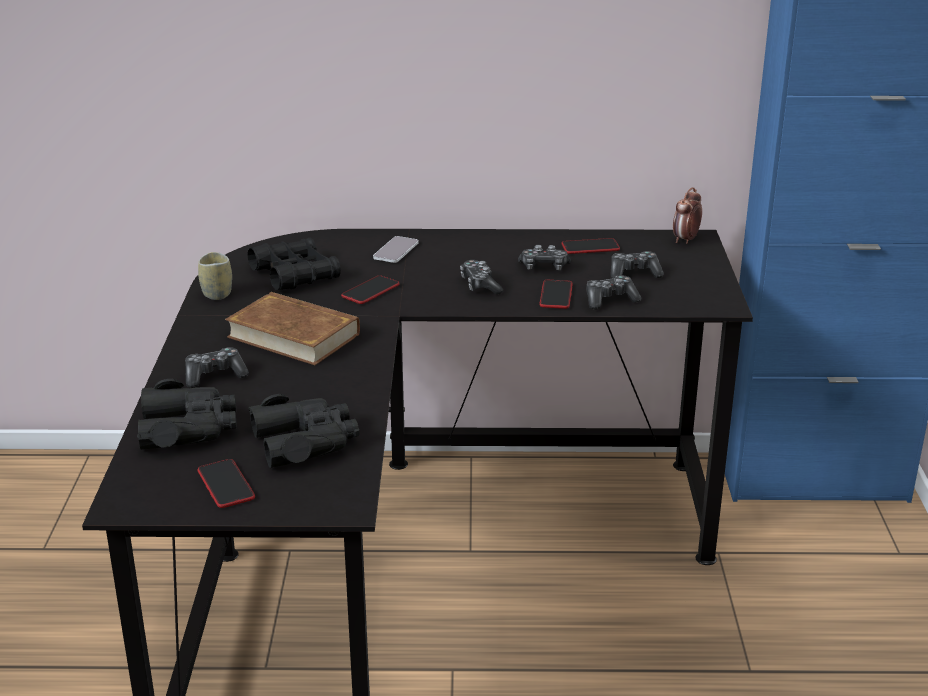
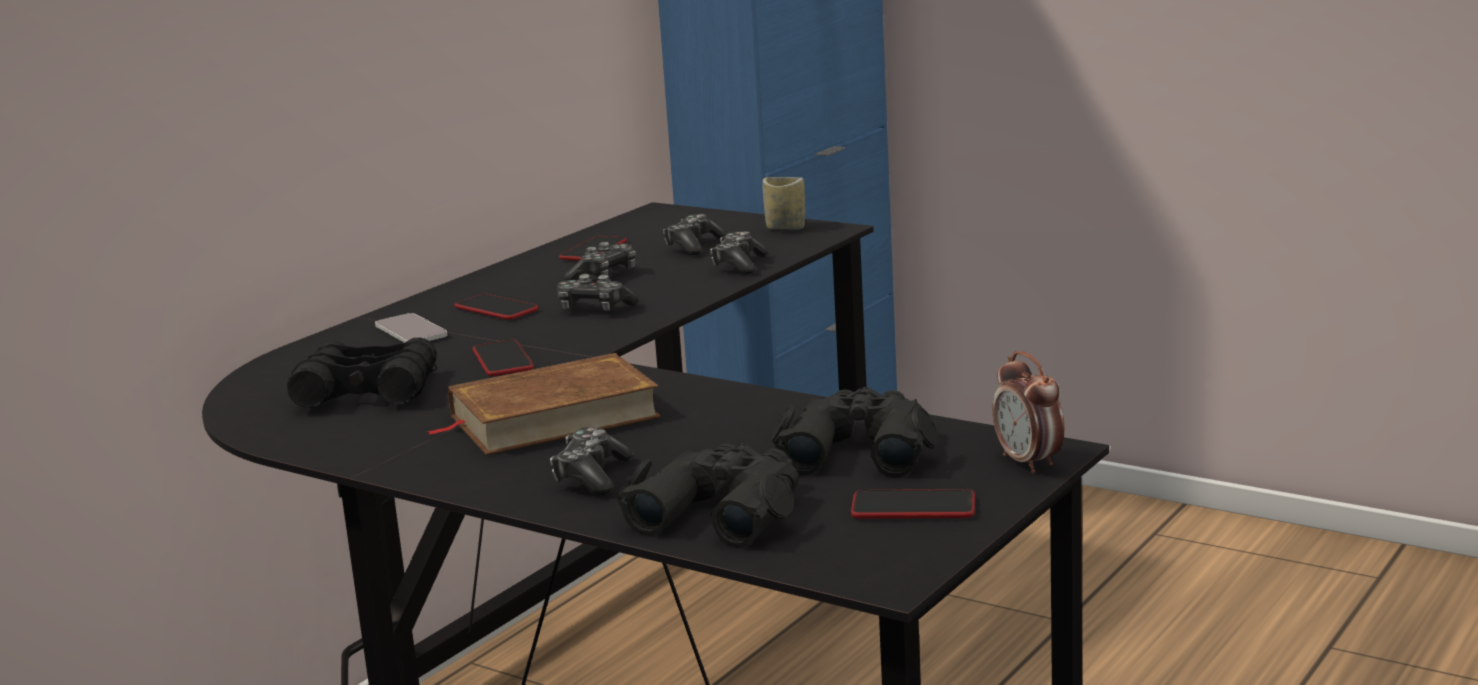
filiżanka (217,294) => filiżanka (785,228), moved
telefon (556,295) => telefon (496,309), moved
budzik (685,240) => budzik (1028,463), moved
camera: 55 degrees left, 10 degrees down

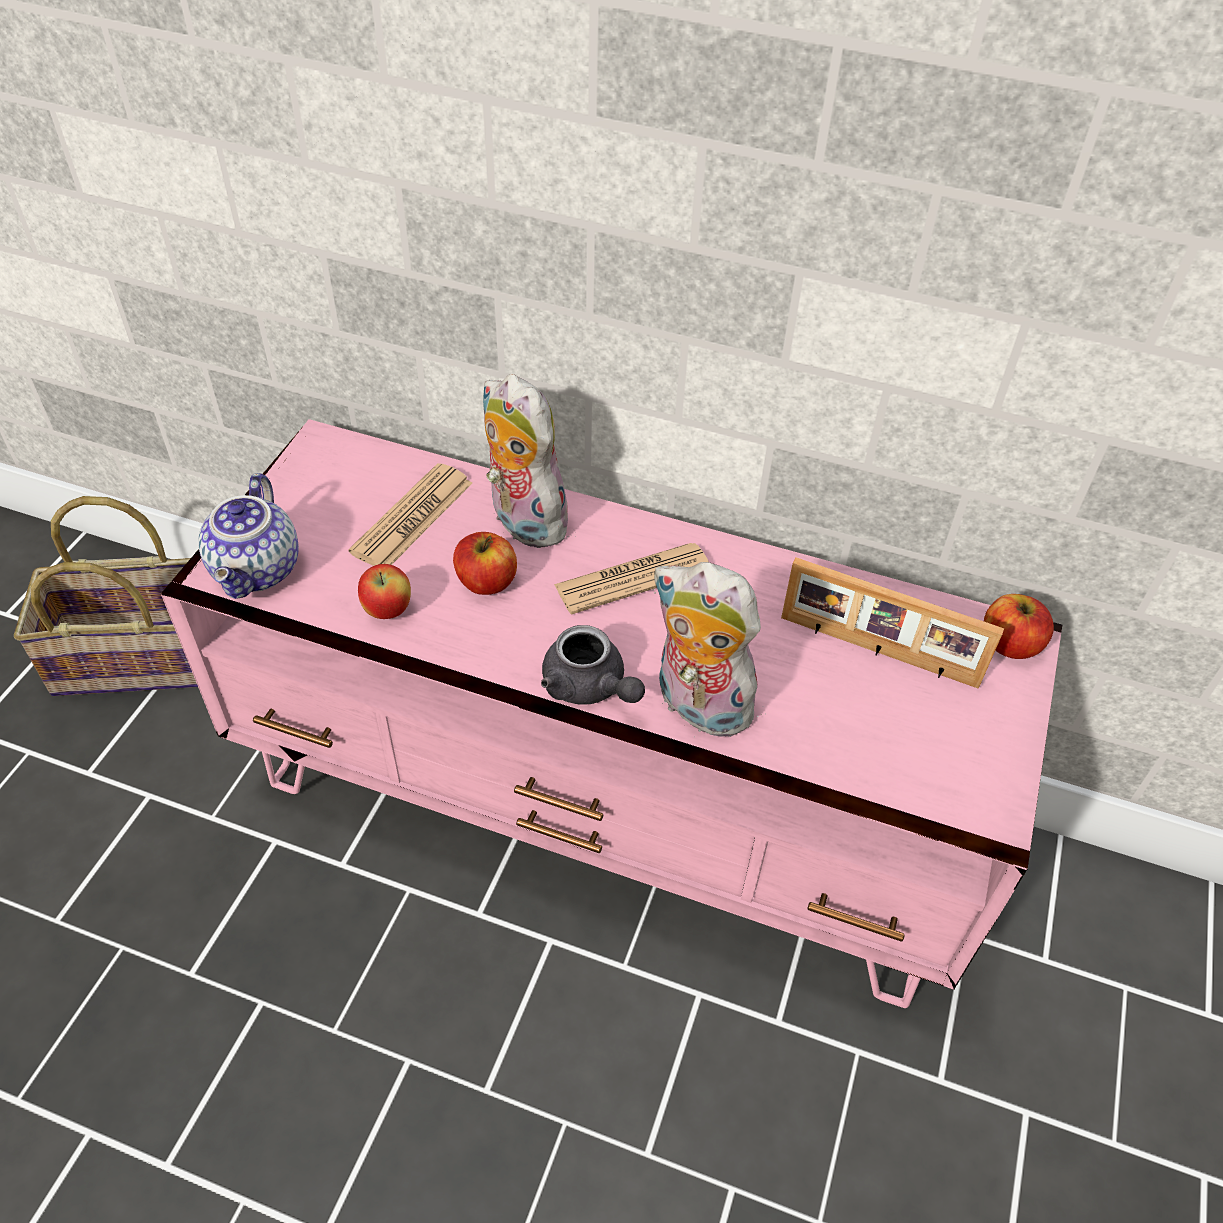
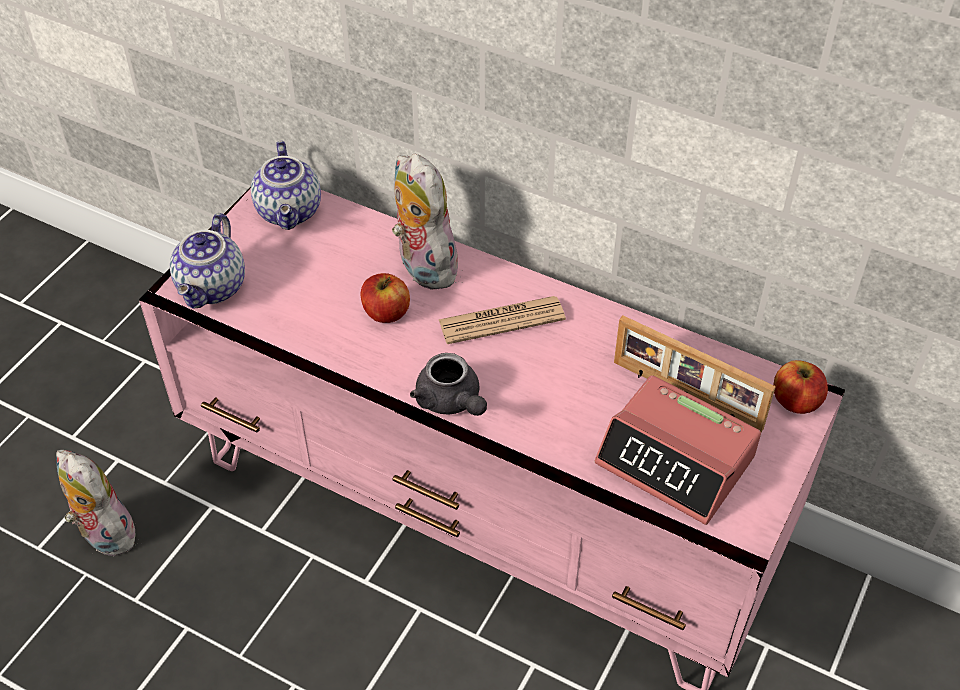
koszyk (141,656) => nothing
gazeta (412,517) => nothing
jabłko (388,610) => nothing
nothing => imbryk (291,212)
nothing => budzik (676,460)
pluszak (697,706) => pluszak (103,534), moved
camera: 10 degrees right, 0 degrees up

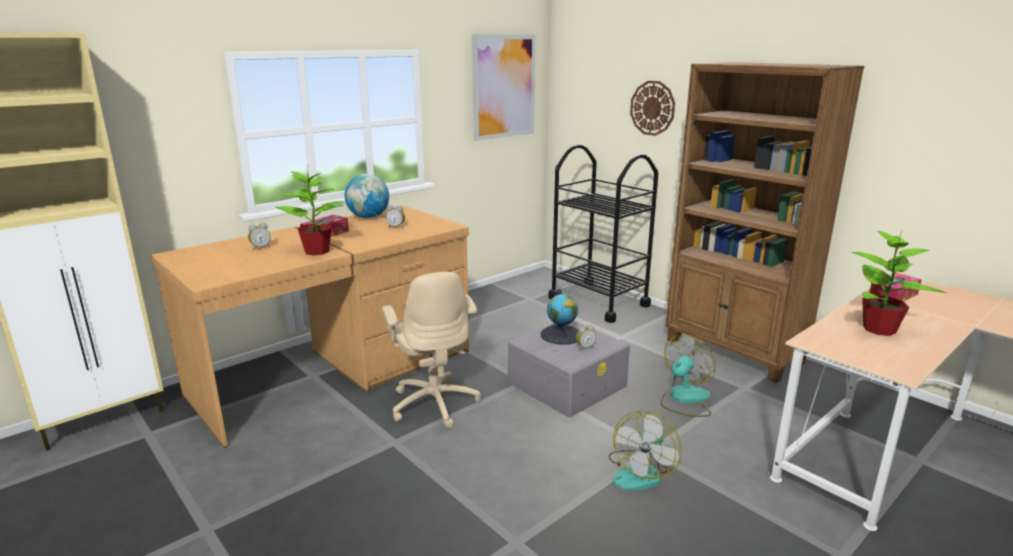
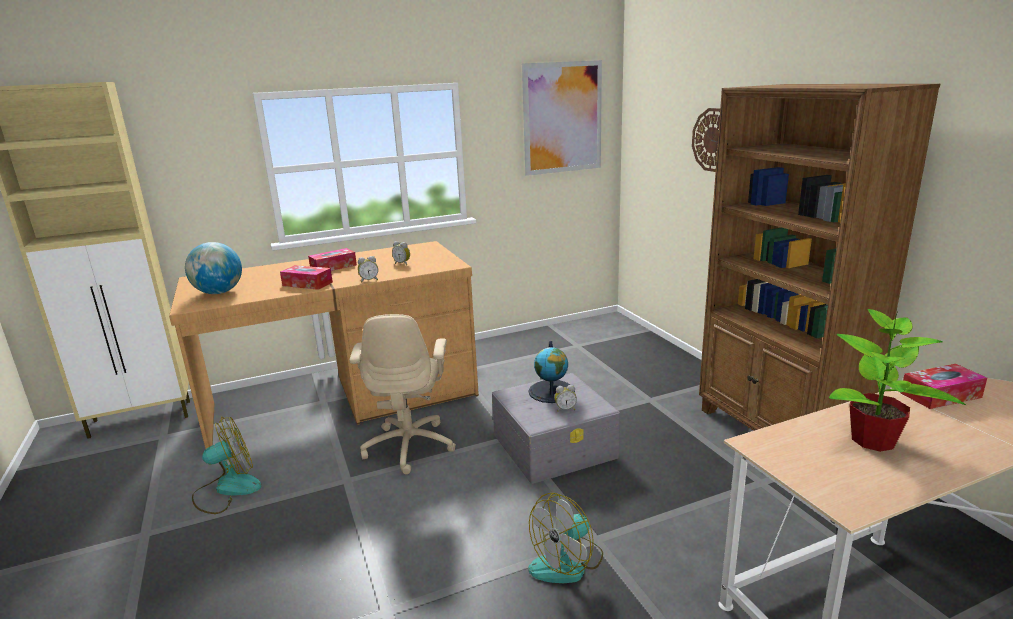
wózek (czarny) (598,302) => nothing
budzik (260,248) => budzik (369,280), moved
globus (368,217) => globus (219,293), moved
wentylator (684,399) => wentylator (227,489), moved
roślina doniczkowa (317,251) => pudełko chusteczek (307,284)
camera: 20 degrees right, 0 degrees up

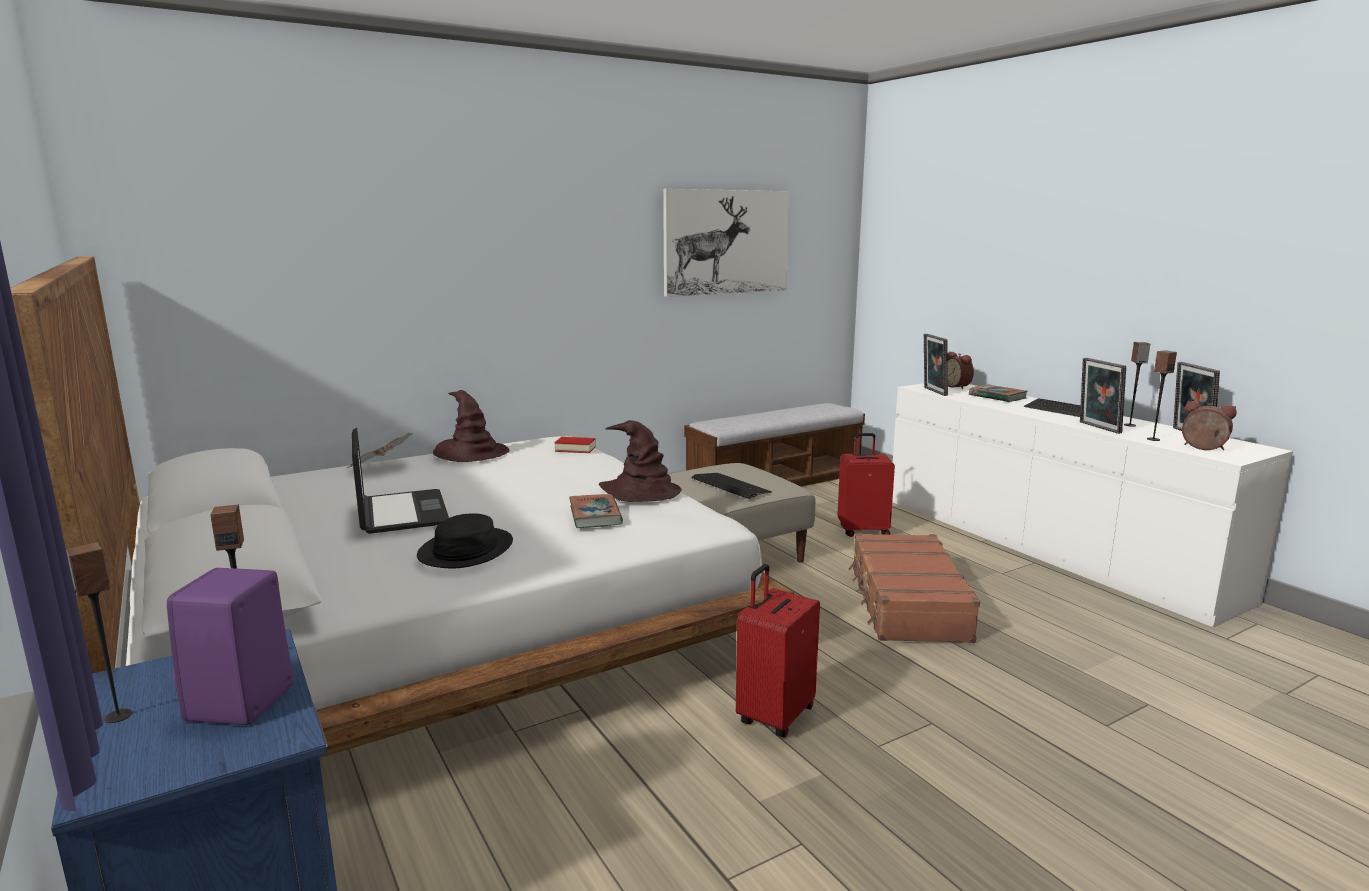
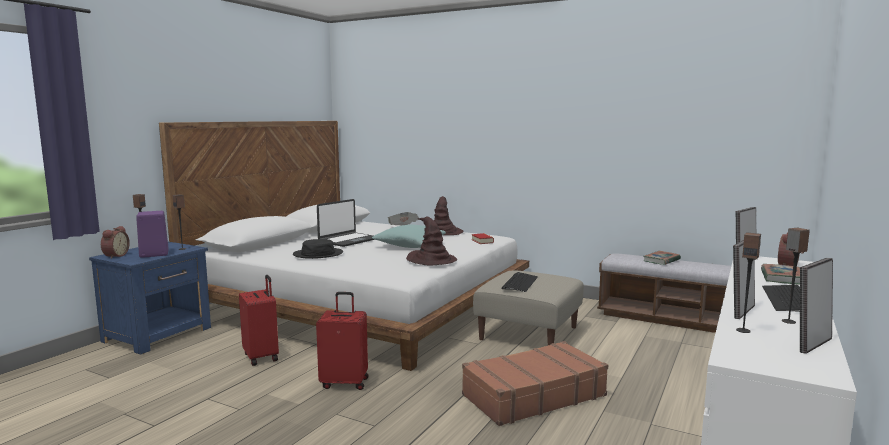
obraz (727,242) => nothing
nothing => poduszka (turkusowy) (409,246)
książka (595,515) => książka (661,260), moved
walizka (czerwony) (863,531) => walizka (czerwony) (262,356), moved
budzik (1203,448) => budzik (115,256), moved
camera: 60 degrees right, 5 degrees down

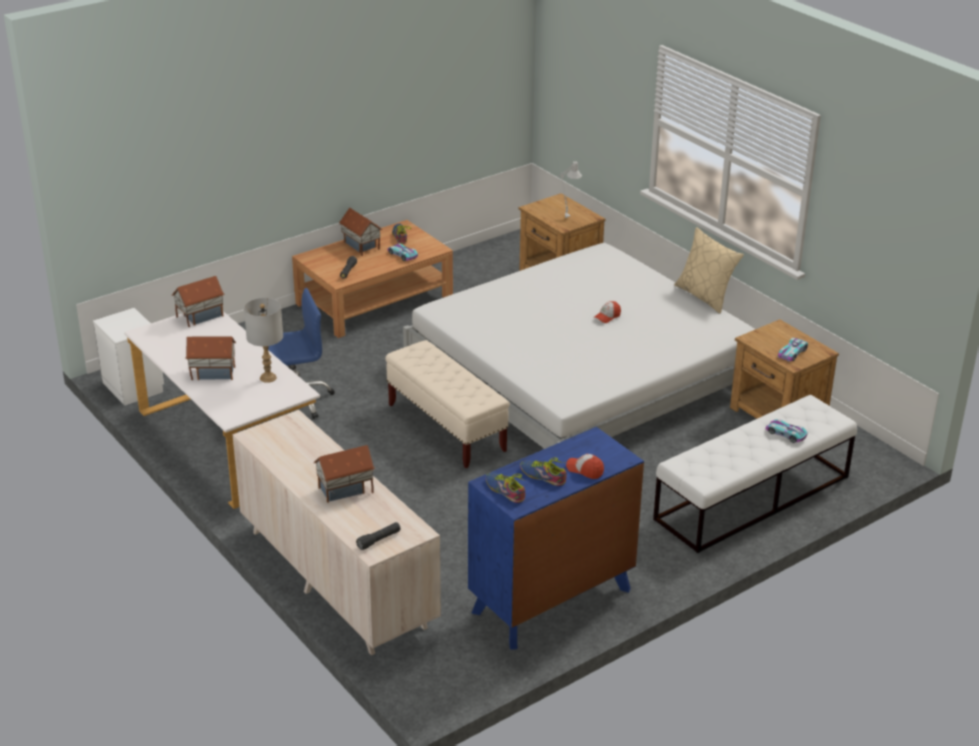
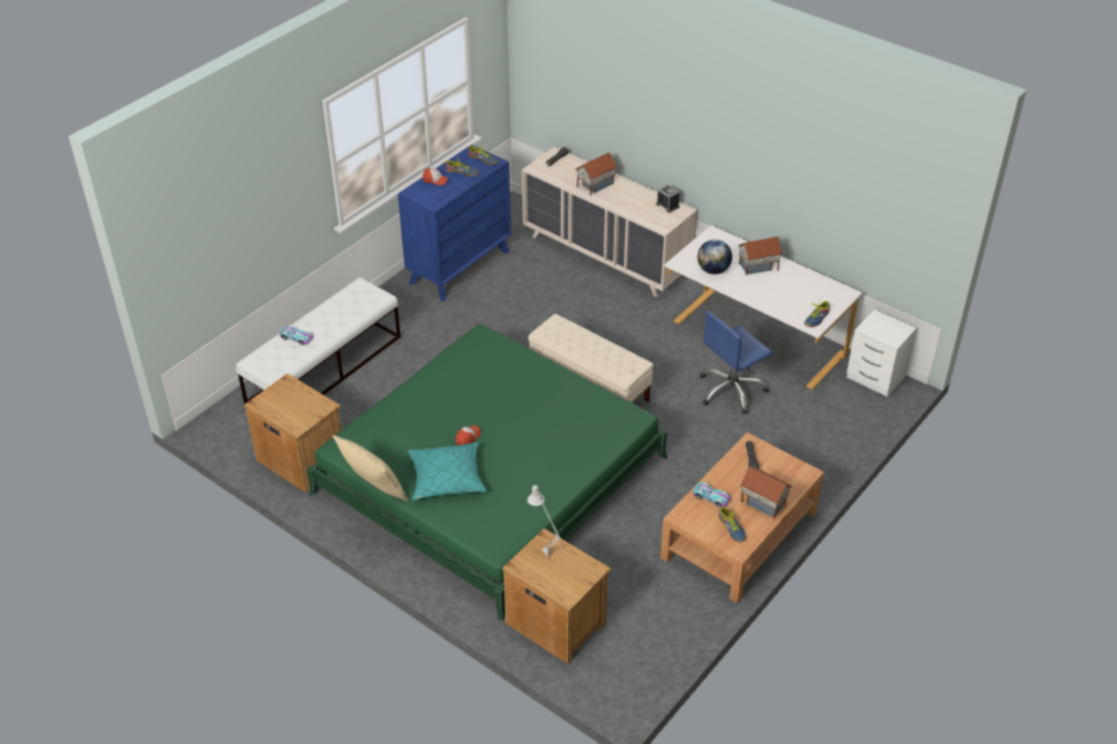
samochodzik (792,353) => nothing
nothing => poduszka (turkusowy) (447,478)
nothing => budzik (667,205)
domek (199,316) => but (816,318)
lampa stołowa (szary) (268,377) => globus (713,270)
łóżko (biały) (582,372) => łóżko (zielony) (491,475)
camera: 165 degrees right, 10 degrees up

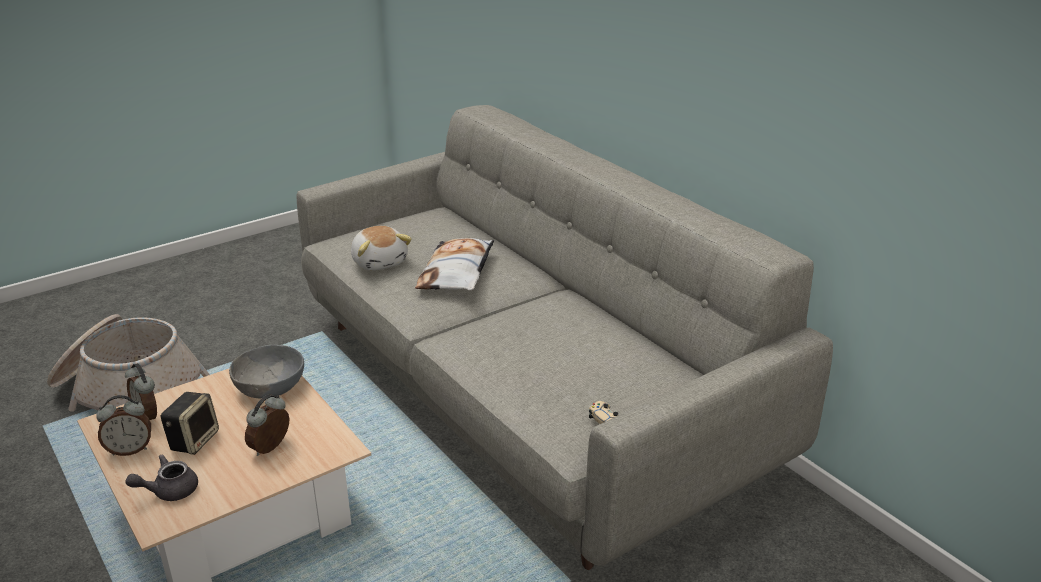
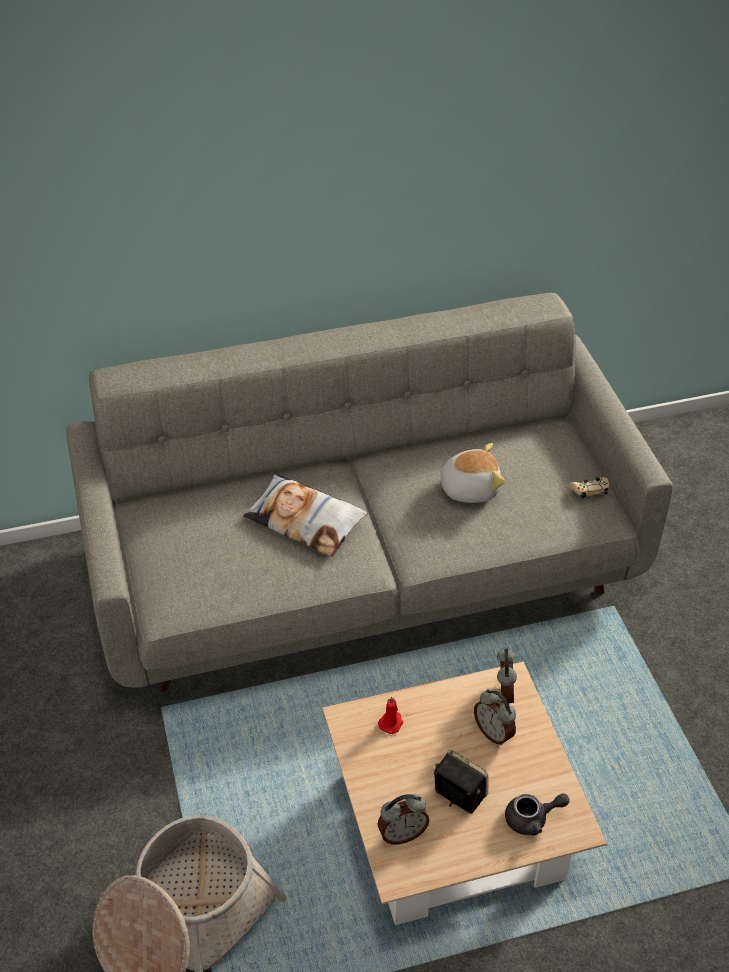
budzik (130,449) => budzik (503,693), moved
pluszak (380,261) => pluszak (469,488), moved
miska (szary) (271,388) => świeca (czerwony) (391,722)
imbryk (szary) (169,491) => imbryk (szary) (532,819), 90 degrees counterclockwise
camera: 70 degrees left, 15 degrees up

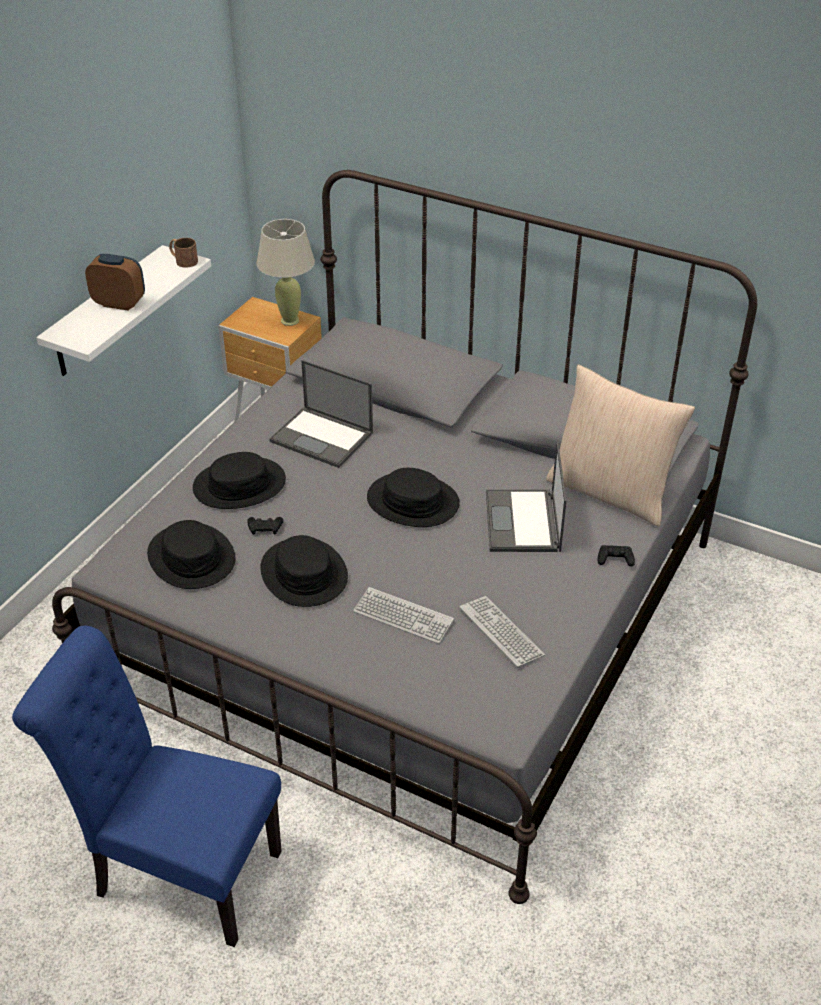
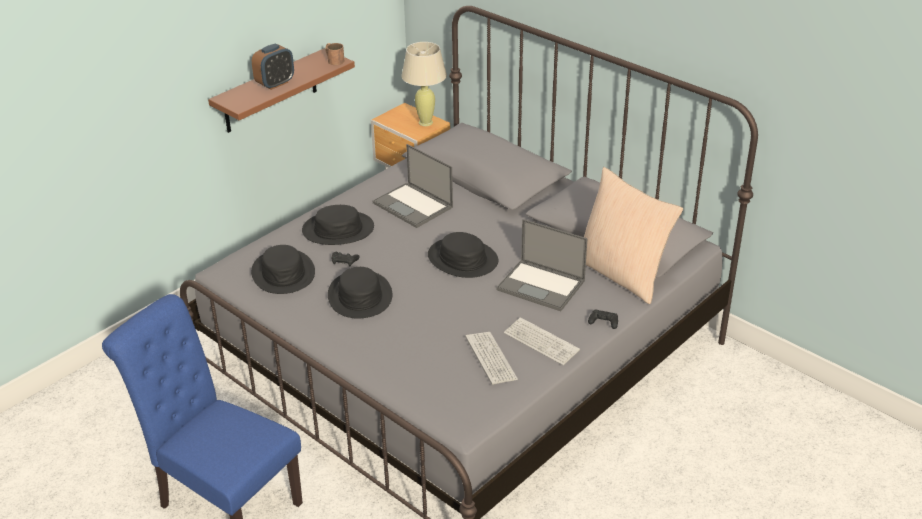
klawiatura (403,617) => klawiatura (541,342), moved
półka (biały) (107,313) => półka (brązowy) (270,92)
budzik (119,303) => budzik (275,84), 105 degrees clockwise
laptop (523,522) => laptop (542,285), 75 degrees counterclockwise
camera: 15 degrees right, 5 degrees down

